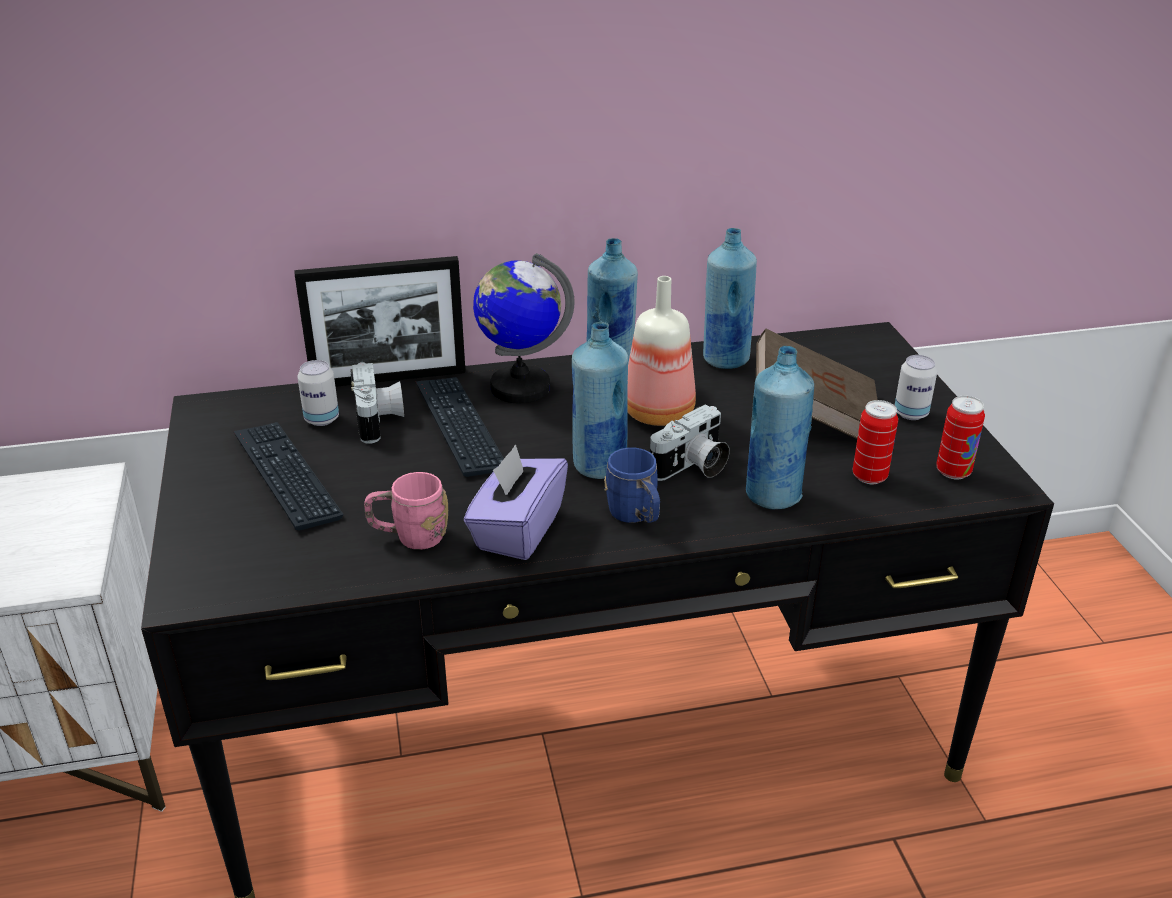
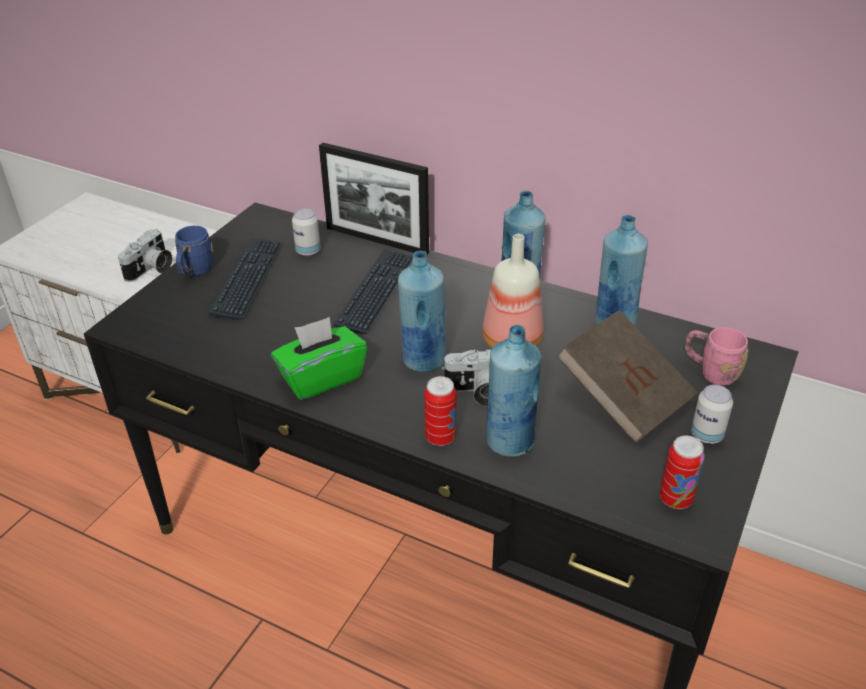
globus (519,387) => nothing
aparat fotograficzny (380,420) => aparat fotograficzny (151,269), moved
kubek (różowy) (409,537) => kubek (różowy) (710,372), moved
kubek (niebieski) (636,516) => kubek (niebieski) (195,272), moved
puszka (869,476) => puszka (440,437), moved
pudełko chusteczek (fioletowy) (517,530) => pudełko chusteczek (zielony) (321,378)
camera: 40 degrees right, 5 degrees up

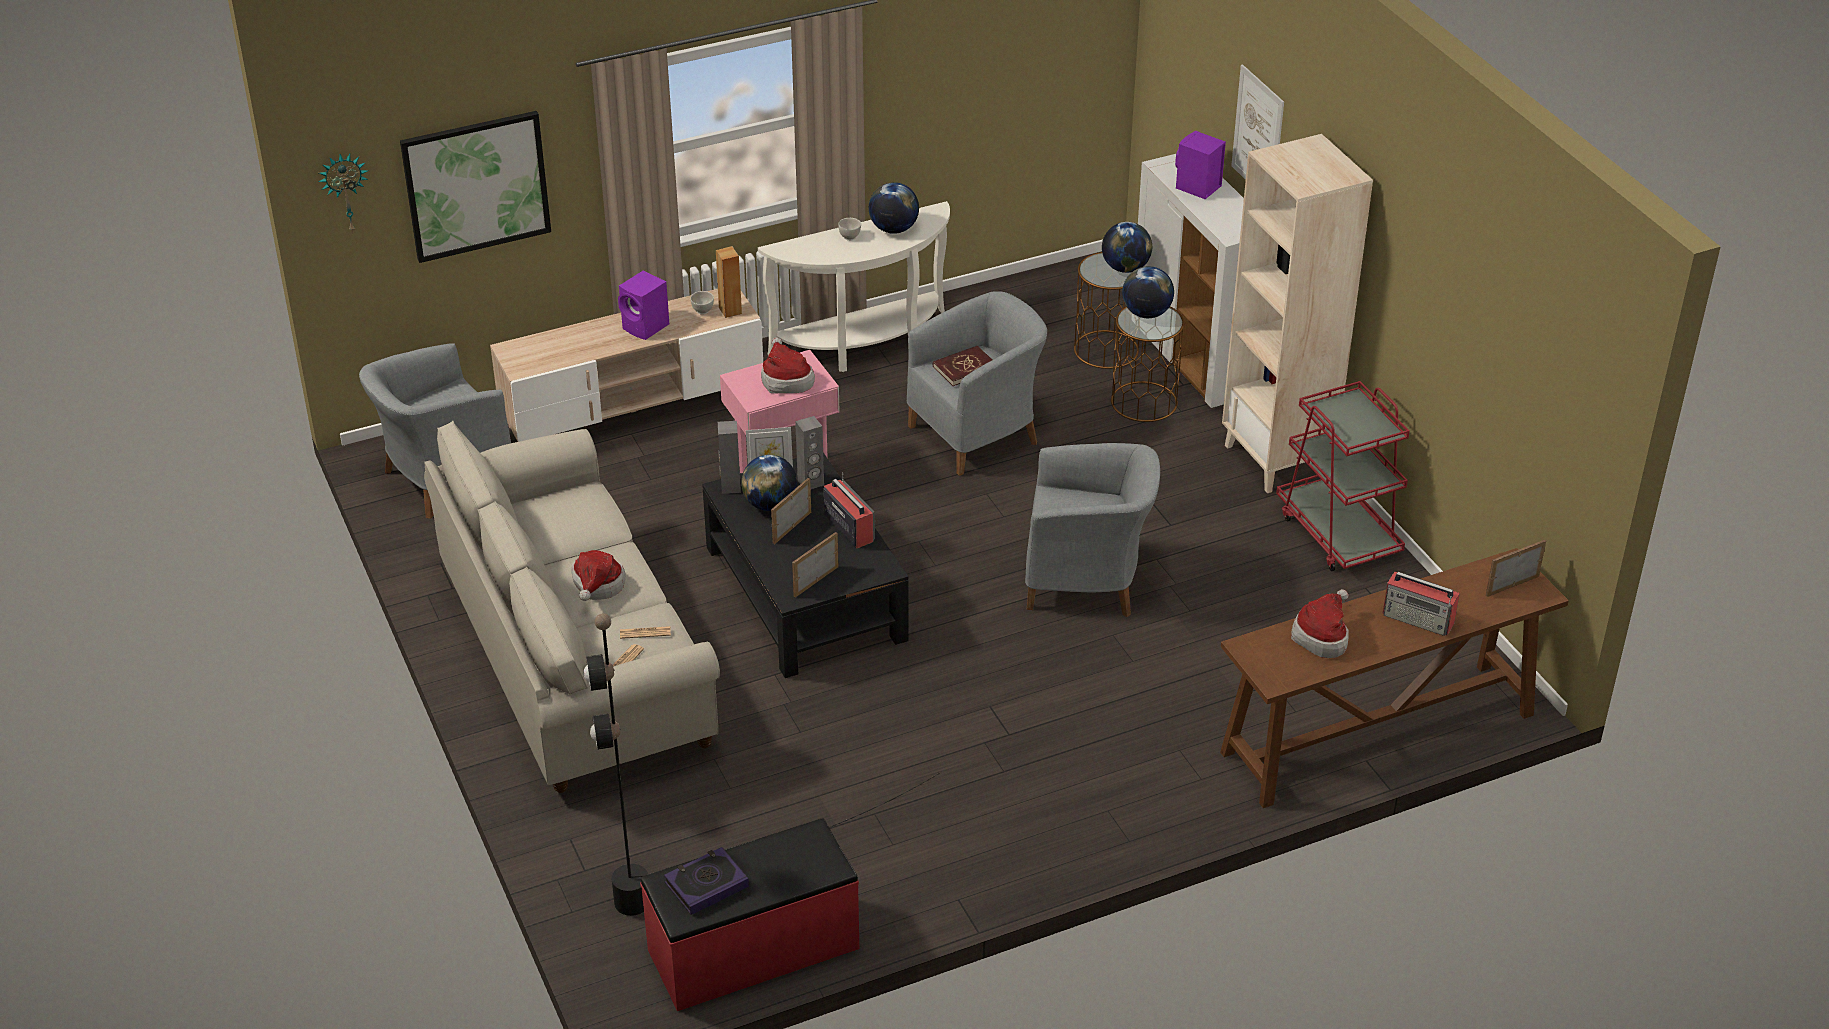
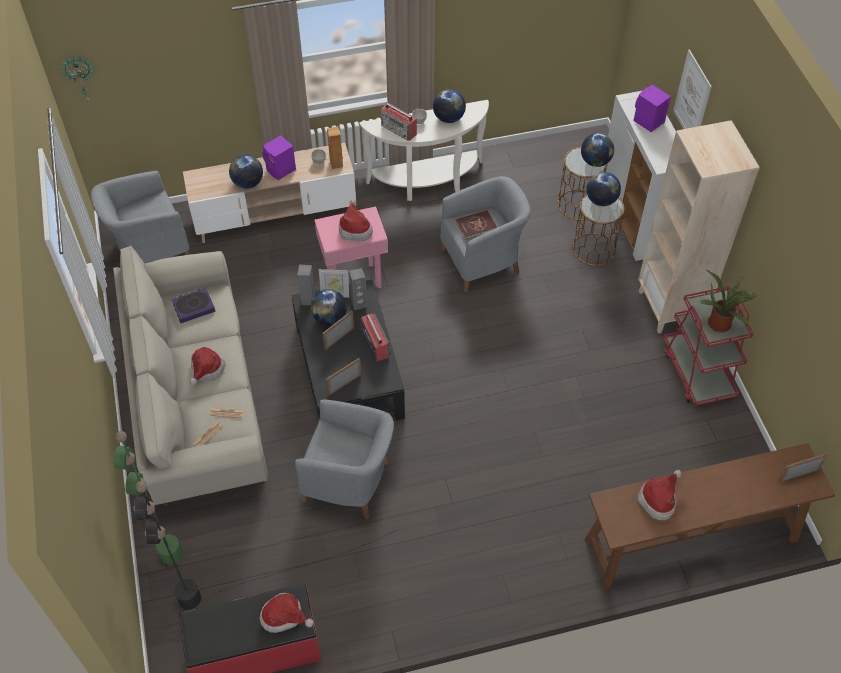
obraz (476,185) => nothing
nothing => lampa stojąca (zielony) (233,547)
nothing => globus (248,183)
nothing => kapelusz (285,617)
nothing => roślina doniczkowa (721,322)
książka (706,884) => książka (193,307), moved
fotel (szary) (1087,581) => fotel (szary) (350,482), moved
radio (1419,619) => radio (399,130), moved
camera: 10 degrees right, 15 degrees up

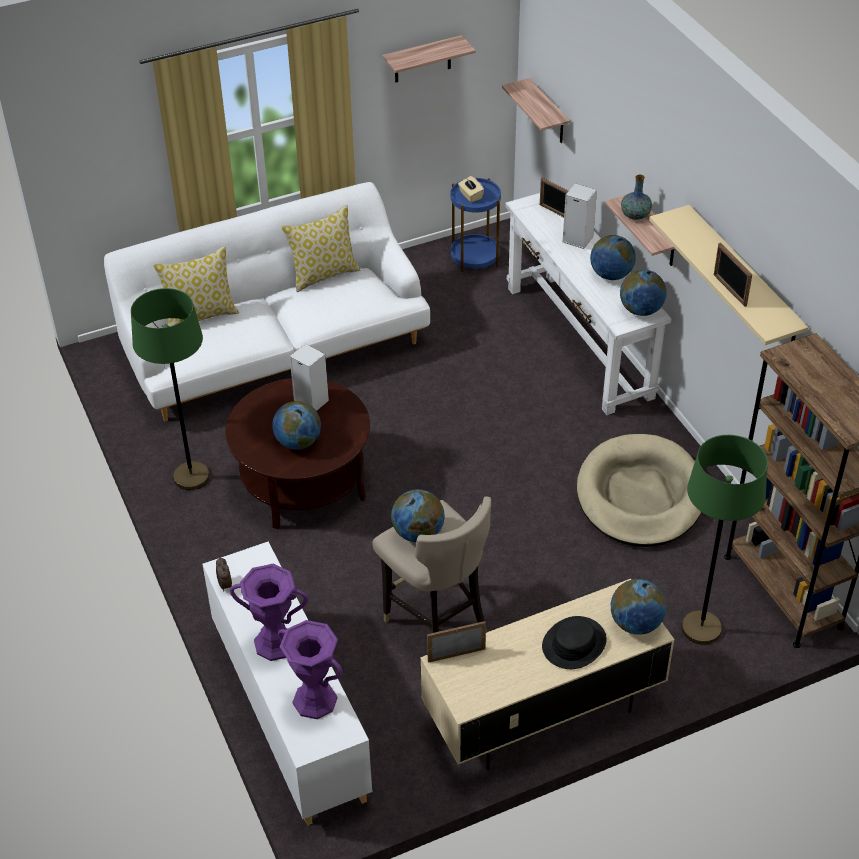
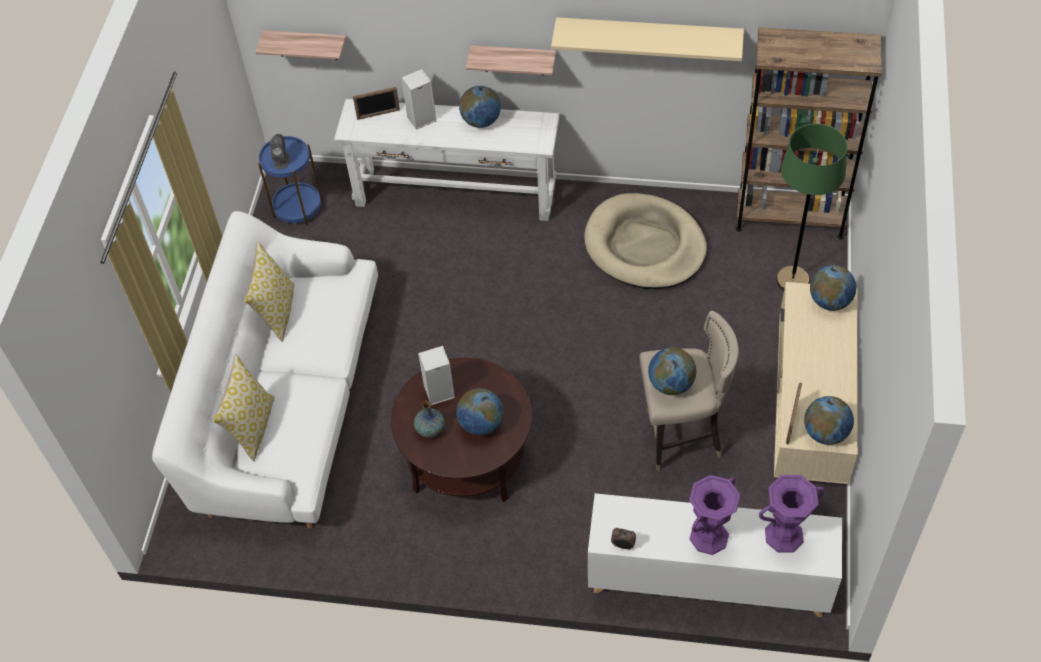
lampa stojąca (zielony) (191,477) => nothing
półka (422,60) => nothing
kapelusz (czarny) (573,643) => nothing
ramka na zdjęcie (729,290) => nothing
globus (641,310) => globus (825,433), moved
wazon (635,215) => wazon (430,429), moved
pudełko chusteczek (beżowy) (470,196) => głośnik (szary) (282,160)
camera: 55 degrees left, 10 degrees up

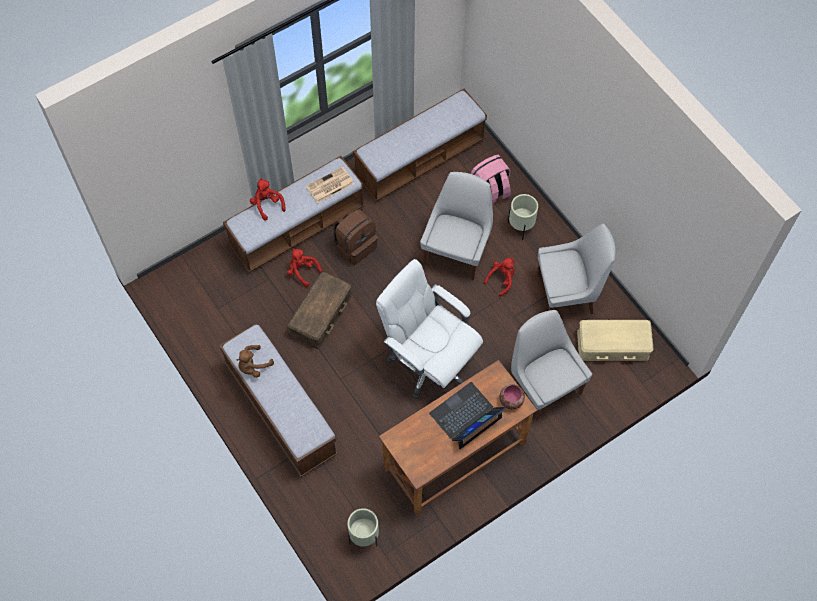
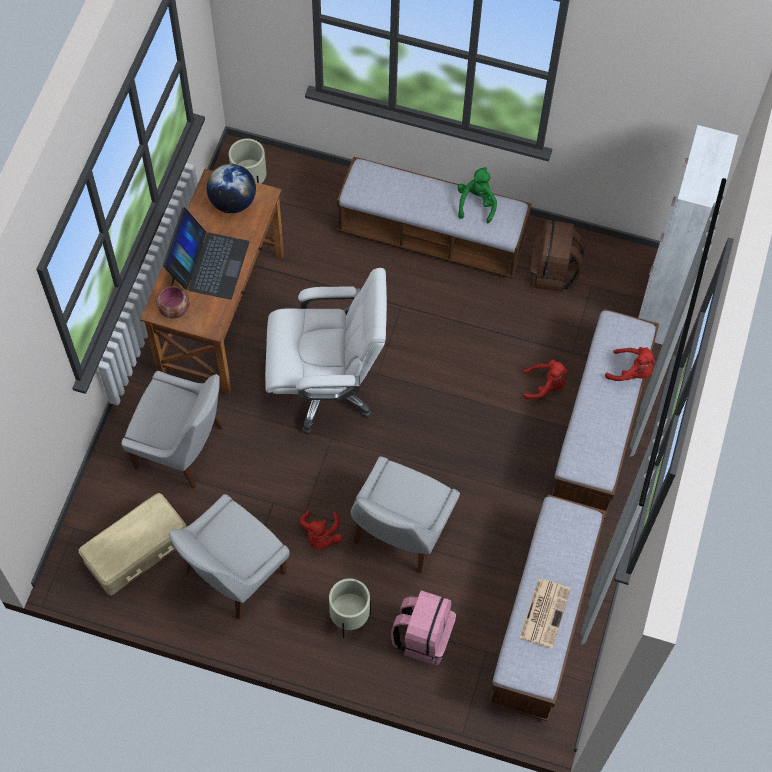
pojemnik do przechowywania (brązowy) (320,314) => nothing
nothing => globus (233,202)
nothing => szafka (biały) (659,307)
gazeta (329,185) => gazeta (544,612), moved
plecak (brązowy) (355,246) => plecak (brązowy) (553,272), moved
pluszak (brązowy) (253,366) => pluszak (zielony) (476,203)
krzesło (biały) (457,251) => krzesło (biały) (399,533), 45 degrees clockwise
camera: 140 degrees right, 0 degrees up

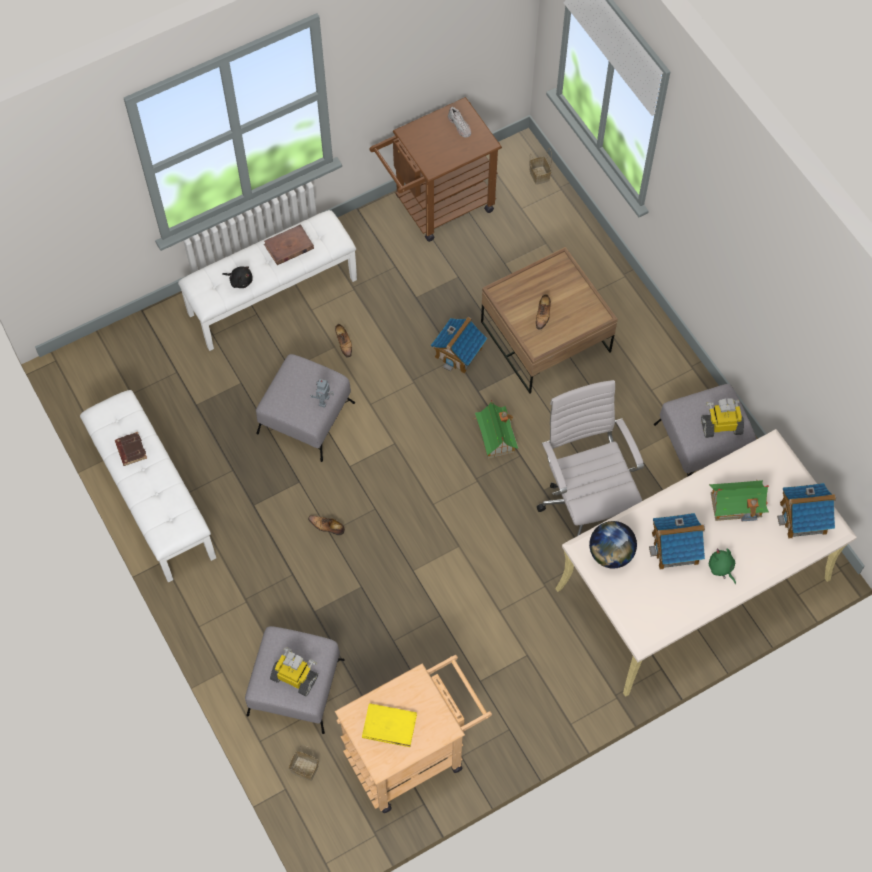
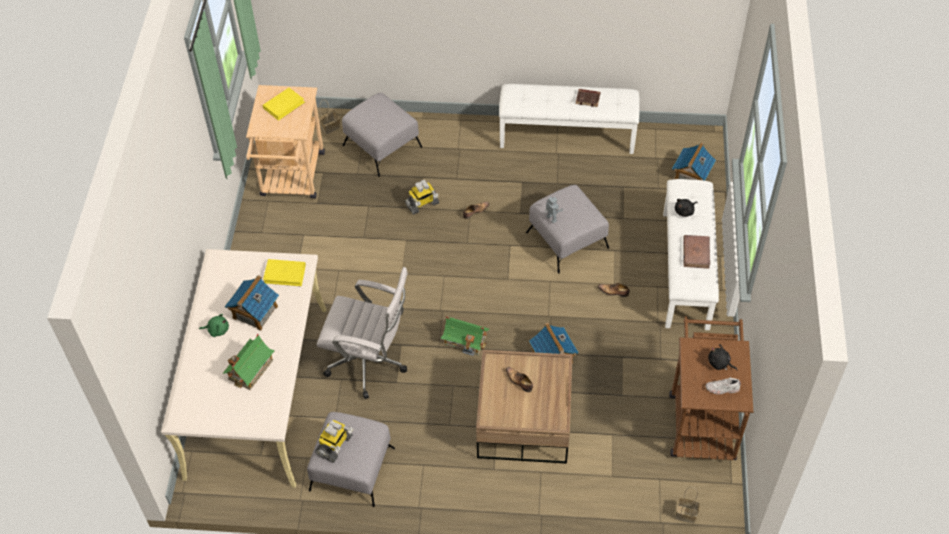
nothing => pluszak (czarny) (719,363)
robot zabawkowy (295,677) => robot zabawkowy (422,204), moved
domek (803,518) => domek (691,175), moved
globus (610,553) => książka (żółty) (285,274)
camera: 125 degrees right, 10 degrees down

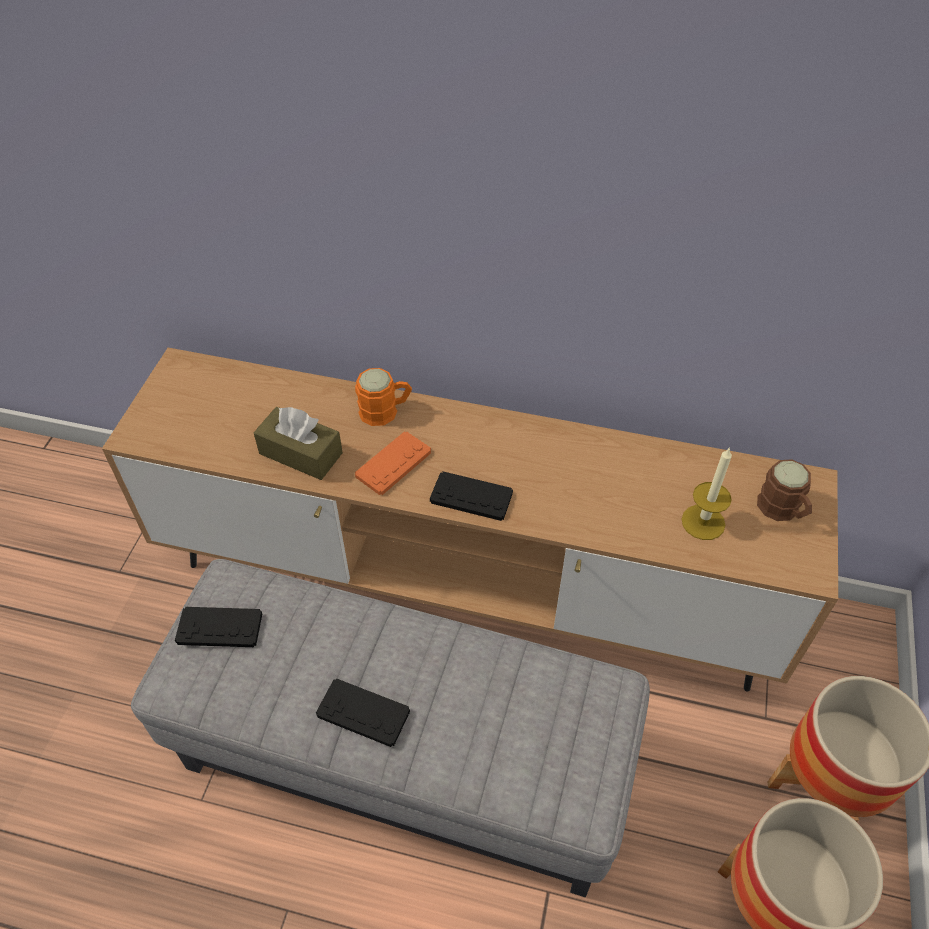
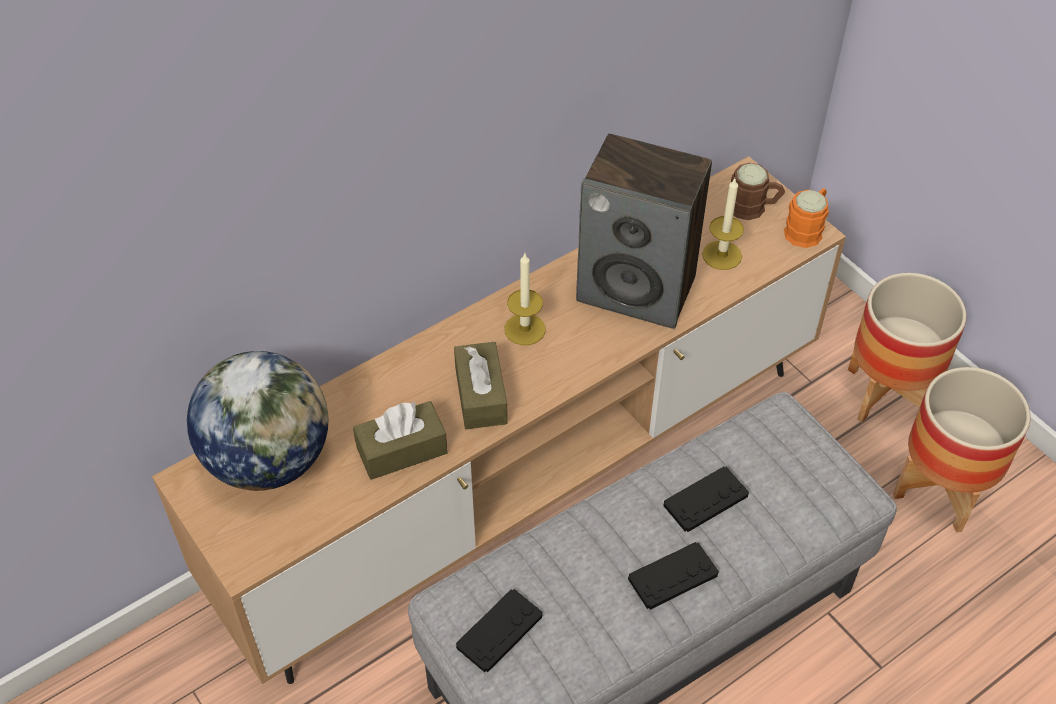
nothing => globus (269,459)
nothing => świeca (525,329)
nothing => głośnik (637,289)
kubek (pomarańczowy) (385,411) => kubek (pomarańczowy) (806,229), moved
pad do gier (czarny) (471,497) => pad do gier (czarny) (705,500), moved
pad do gier (pomarańczowy) (393,464) => pudełko chusteczek (brązowy) (481,395)
camera: 50 degrees left, 0 degrees up

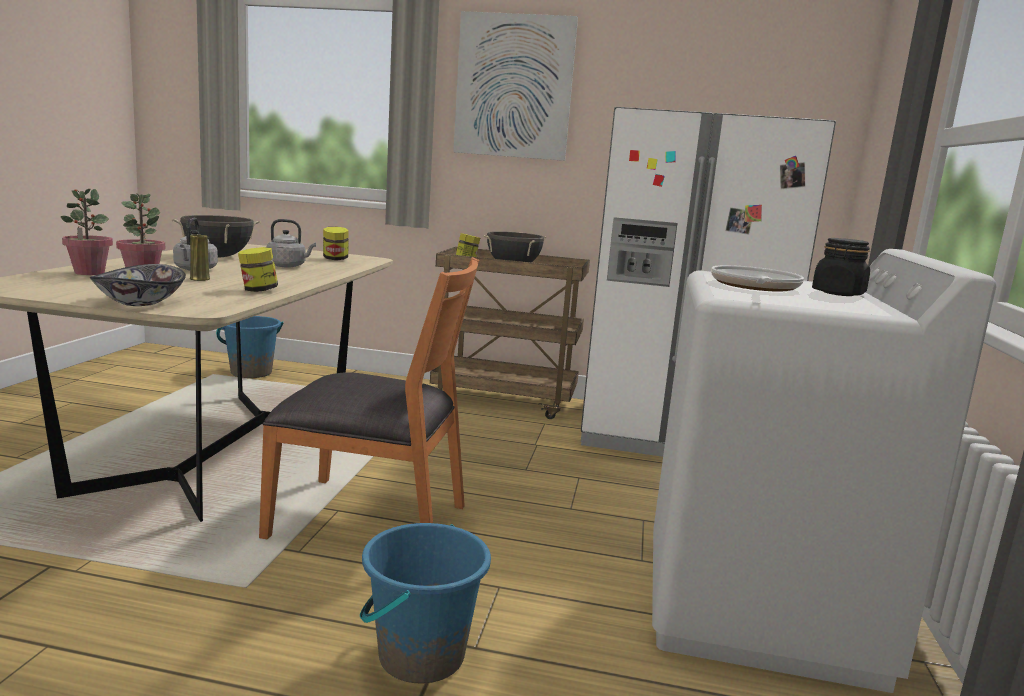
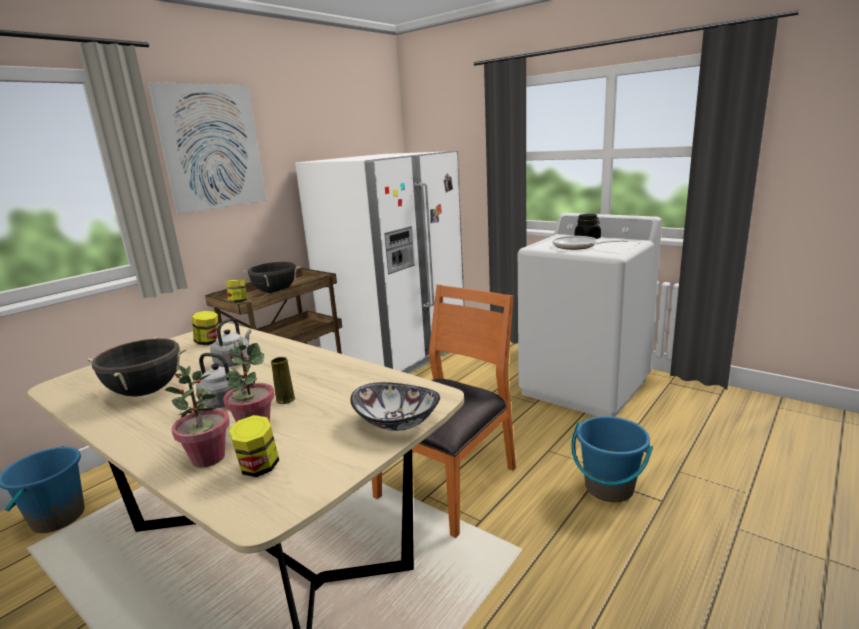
słoik (258,290) => słoik (259,468), moved
camera: 60 degrees left, 5 degrees up

